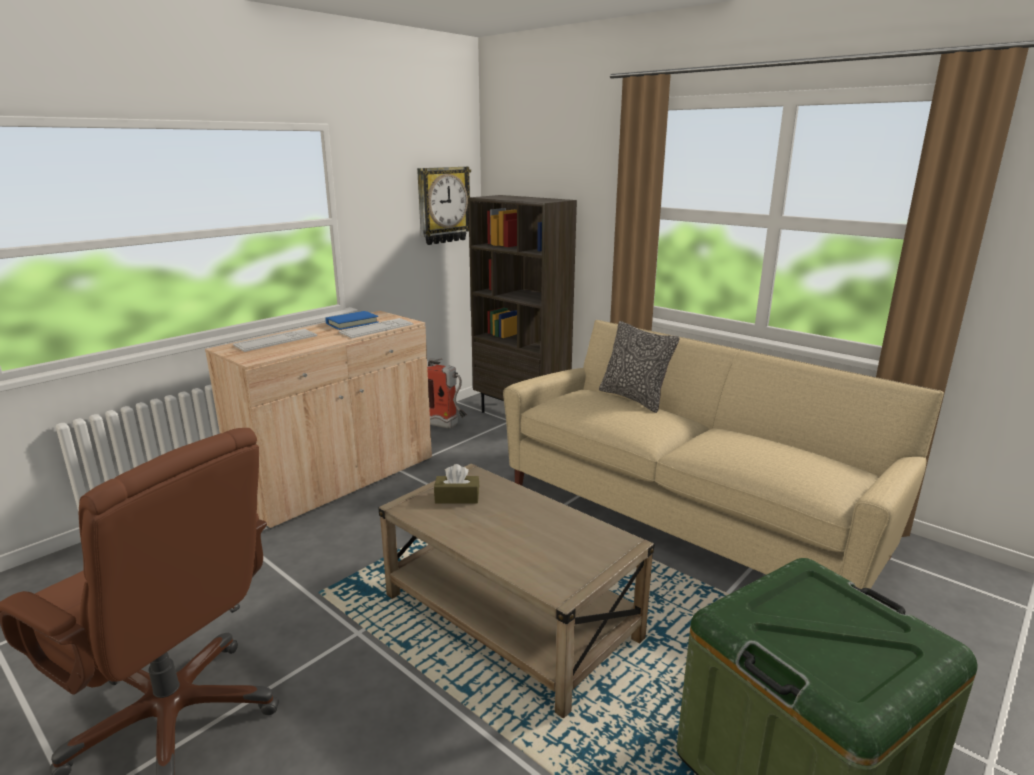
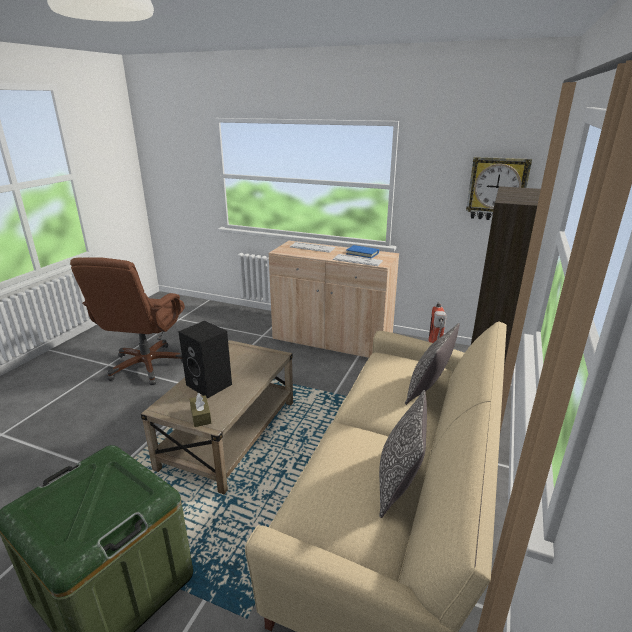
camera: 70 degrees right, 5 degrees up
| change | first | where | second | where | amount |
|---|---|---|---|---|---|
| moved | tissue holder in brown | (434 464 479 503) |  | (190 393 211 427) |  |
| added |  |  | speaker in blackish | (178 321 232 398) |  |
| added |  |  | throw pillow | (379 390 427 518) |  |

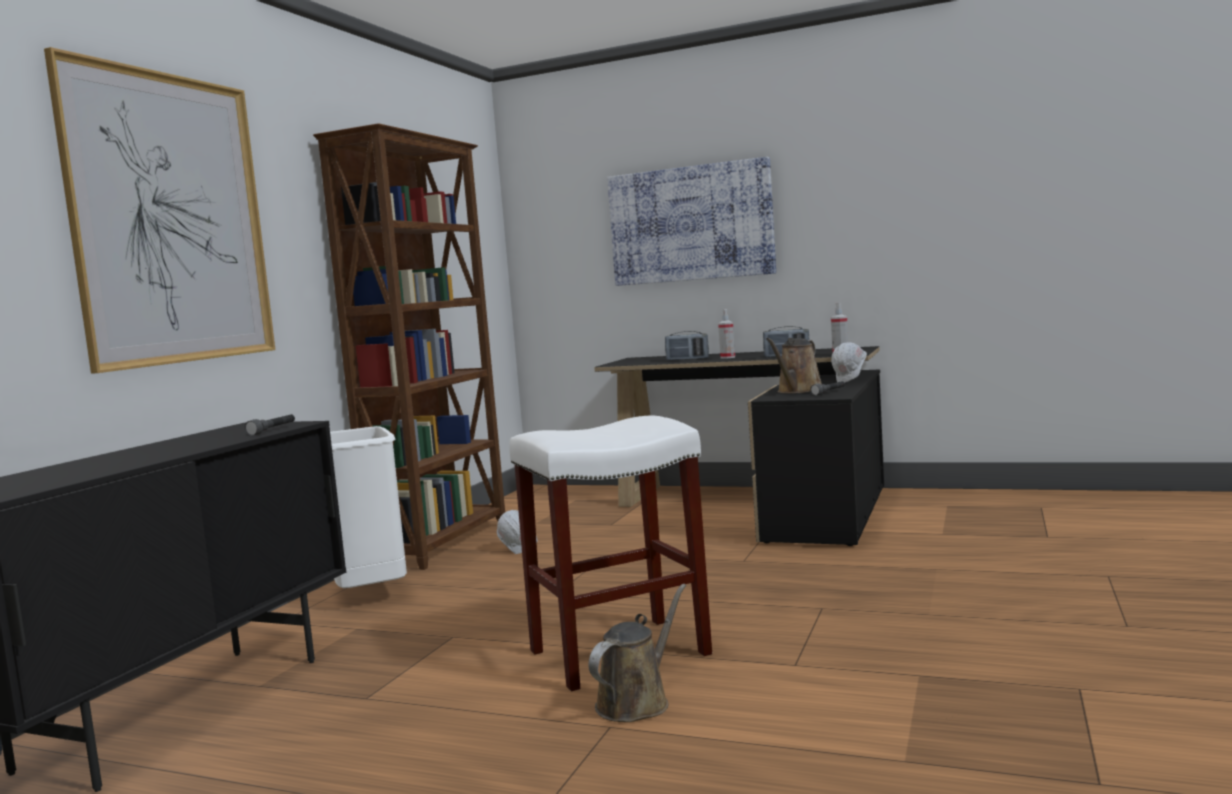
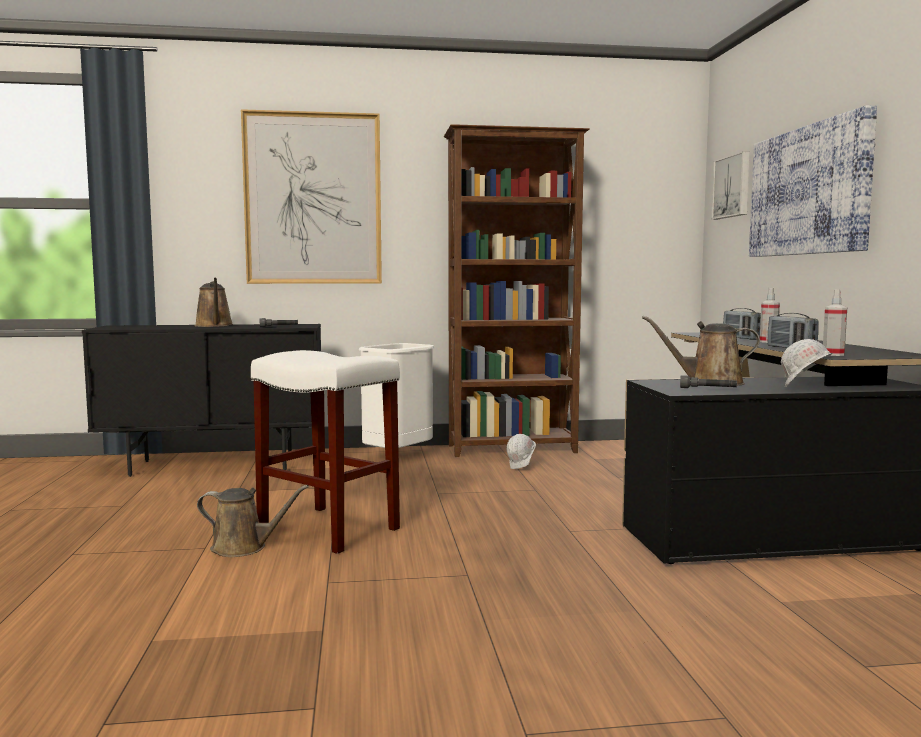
camera: 60 degrees right, 0 degrees up
| change | first | where | second | where | amount |
|---|---|---|---|---|---|
| added |  |  | sprinkling can in brown | (195 278 233 327) |  |
| added |  |  | wall art | (711 151 750 219) |  |

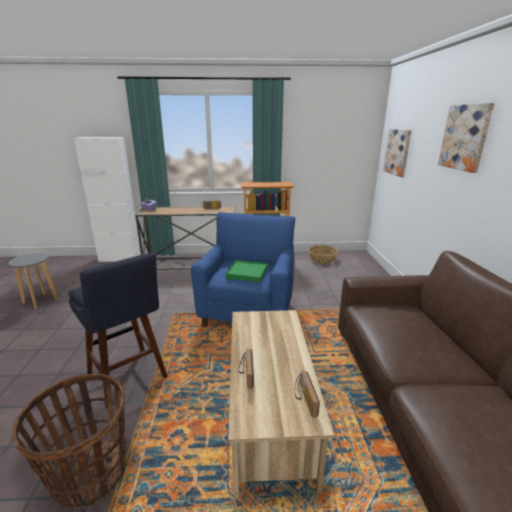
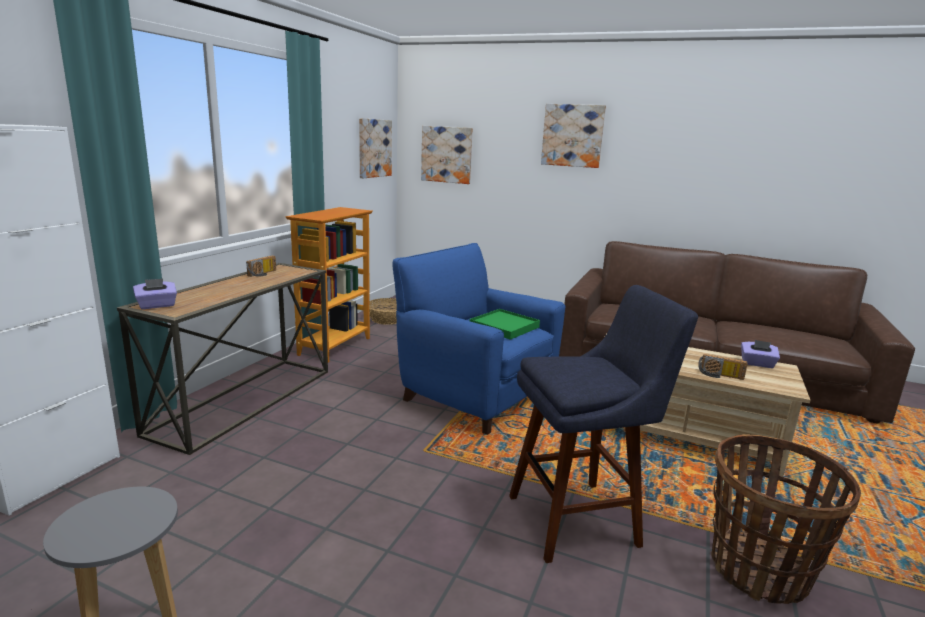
camera: 65 degrees left, 5 degrees down
| change | first | where | second | where | amount |
|---|---|---|---|---|---|
| replaced | radio receiver | (295 371 320 418) | tissue holder in purple-coloured | (741 340 780 368) |  |
| added |  |  | wall art | (359 118 392 178) |  |

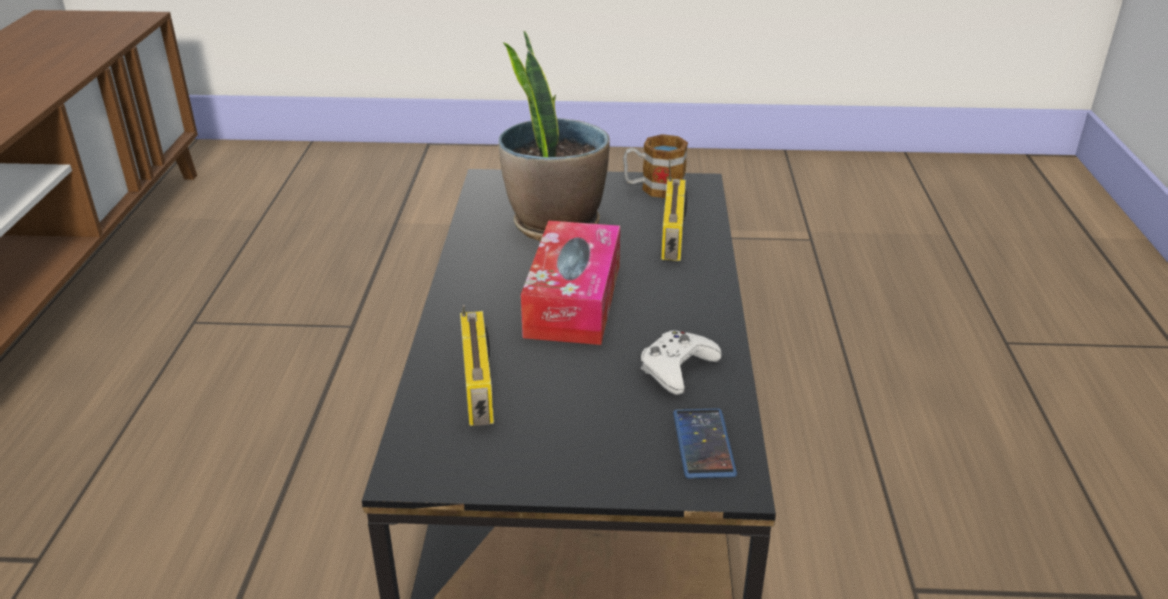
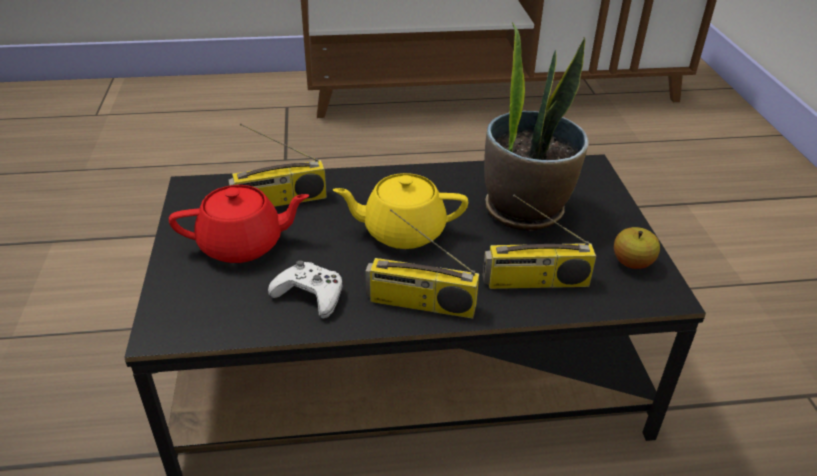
camera: 80 degrees right, 5 degrees up
| change | first | where | second | where | amount |
|---|---|---|---|---|---|
| replaced | tissue holder | (521 220 620 345) | teapot in yellow-coloured | (333 173 468 249) |  |
| replaced | coffee mug | (623 134 688 198) | whole apple | (614 227 660 269) |  |
| removed | phone | (673 408 737 478) |  |  |  |
| added |  |  | teapot in red | (169 185 309 263) |  |
| added |  |  | radio receiver | (365 209 479 318) |  |

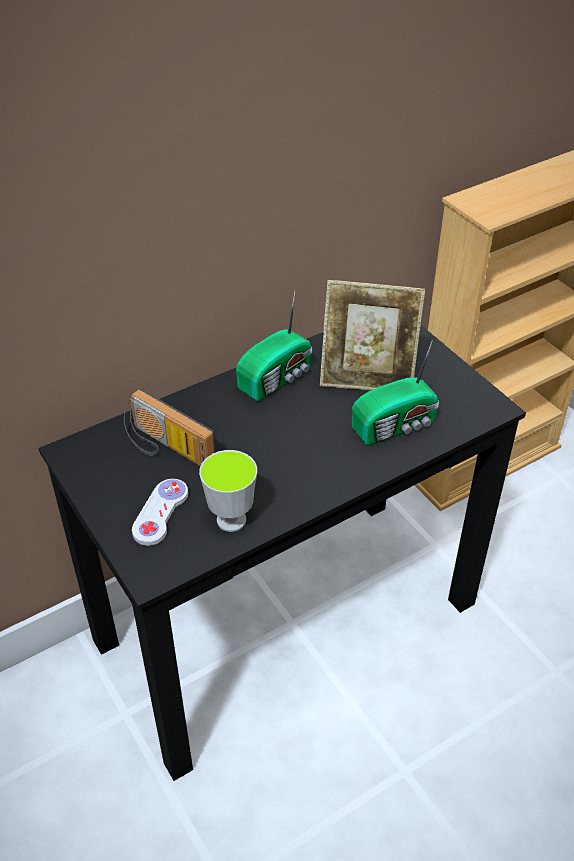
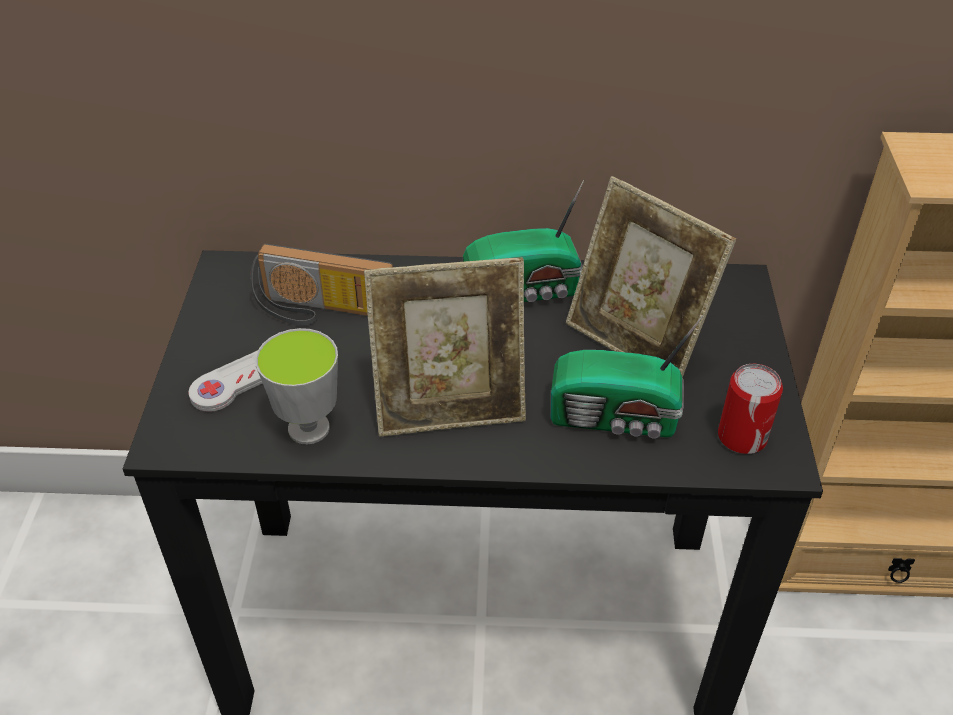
camera: 35 degrees right, 0 degrees up
| change | first | where | second | where | amount |
|---|---|---|---|---|---|
| turned | radio receiver | (124 389 215 466) |  | (250 244 394 326) | 60 degrees counterclockwise |
| added |  |  | picture frame | (364 257 526 437) |  |
| added |  |  | can | (718 364 783 454) |  |

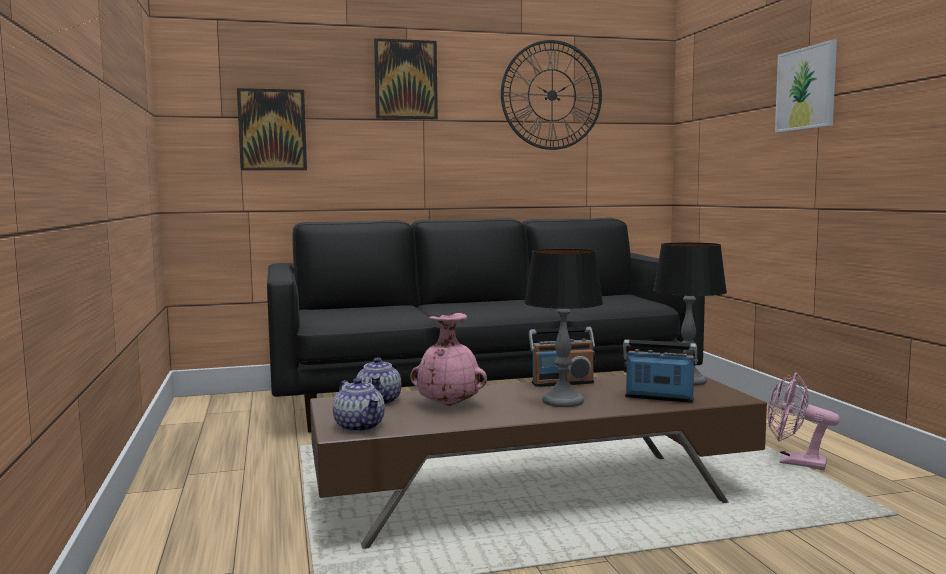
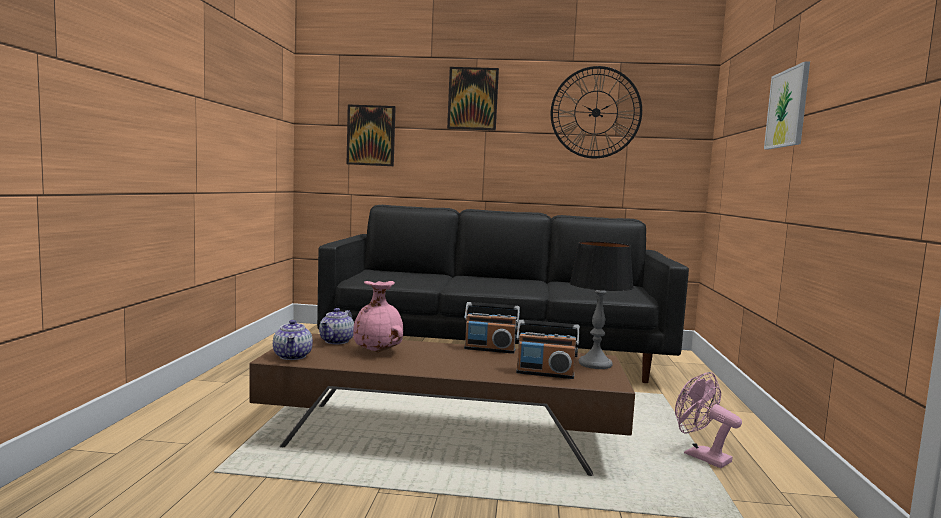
camera: 20 degrees right, 0 degrees up
| change | first | where | second | where | amount |
|---|---|---|---|---|---|
| removed | table lamp | (524 249 603 407) |  |  |  |
| turned | radio receiver | (623 339 698 403) |  | (516 320 580 379) | 150 degrees clockwise |

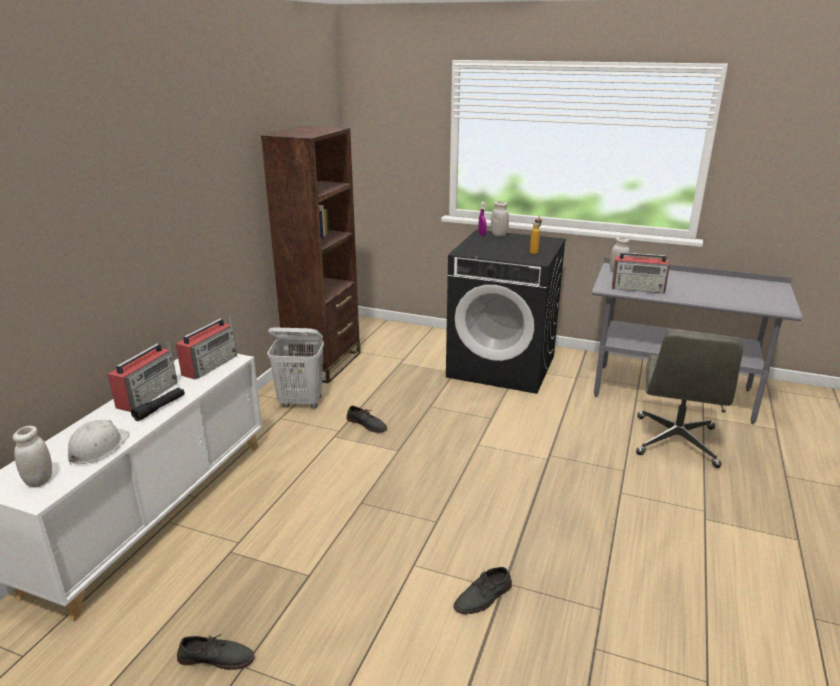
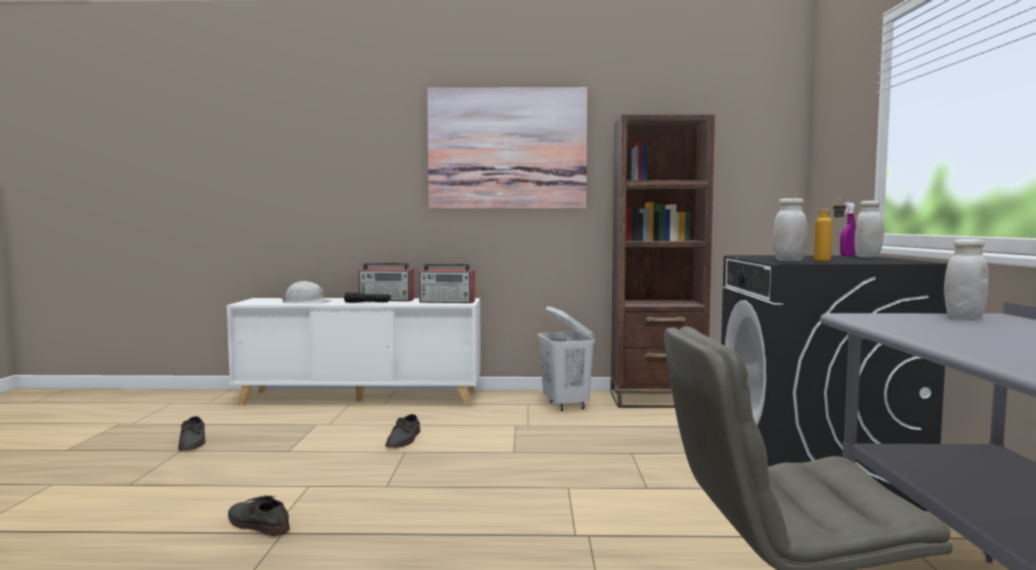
camera: 70 degrees right, 20 degrees down
| change | first | where | second | where | amount |
|---|---|---|---|---|---|
| moved | storage jar in white | (13 426 52 487) |  | (772 198 808 261) |  |
| moved | item of footwear in gray | (346 406 387 433) |  | (385 414 421 448) |  |
| removed | radio receiver | (612 252 670 294) |  |  |  |
| added |  |  | wall art | (427 87 587 209) |  |

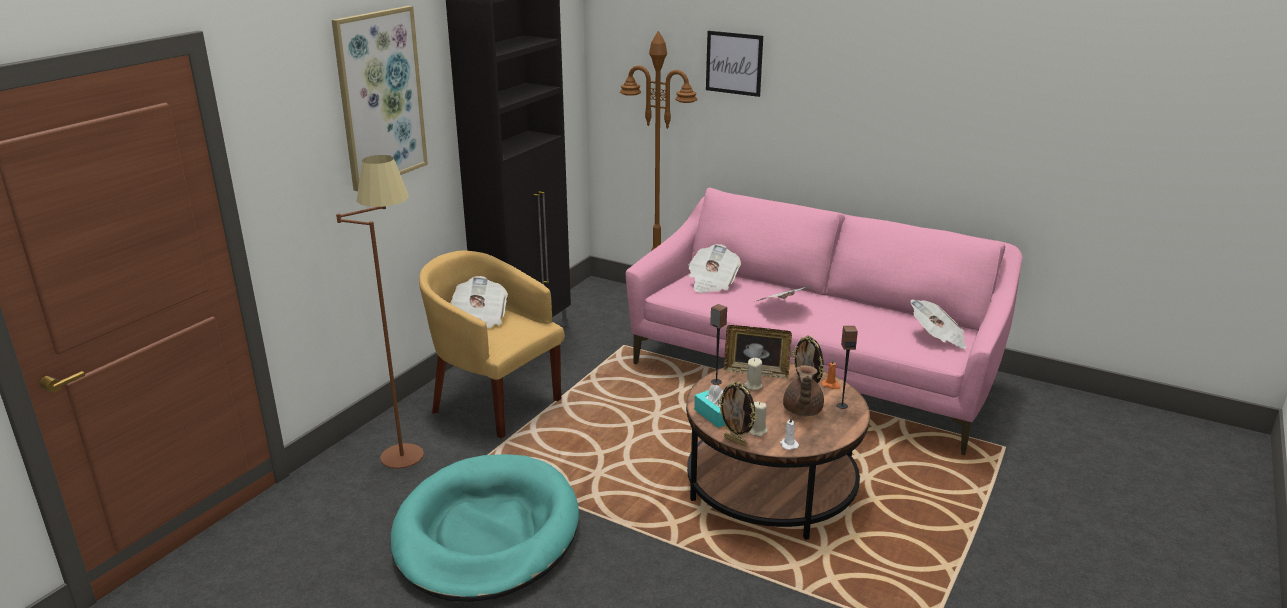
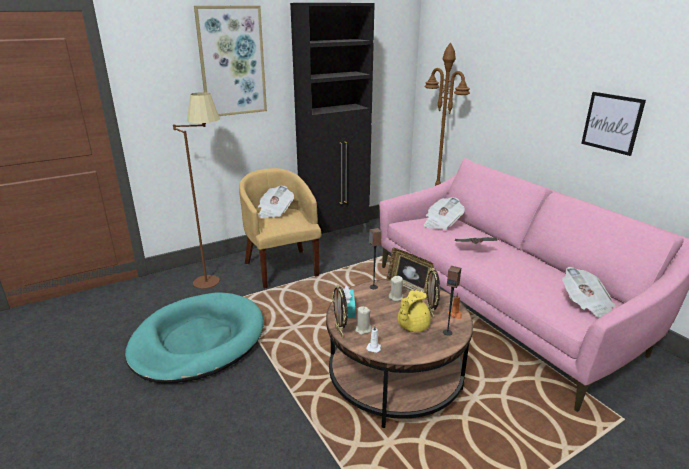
camera: 30 degrees right, 0 degrees up
| change | first | where | second | where | amount |
|---|---|---|---|---|---|
| moved | wall art | (706 31 763 97) |  | (581 92 646 156) |  |
| recoloured | teapot in brown | (783 365 824 416) | teapot in yellow-coloured | (397 290 431 332) |  |

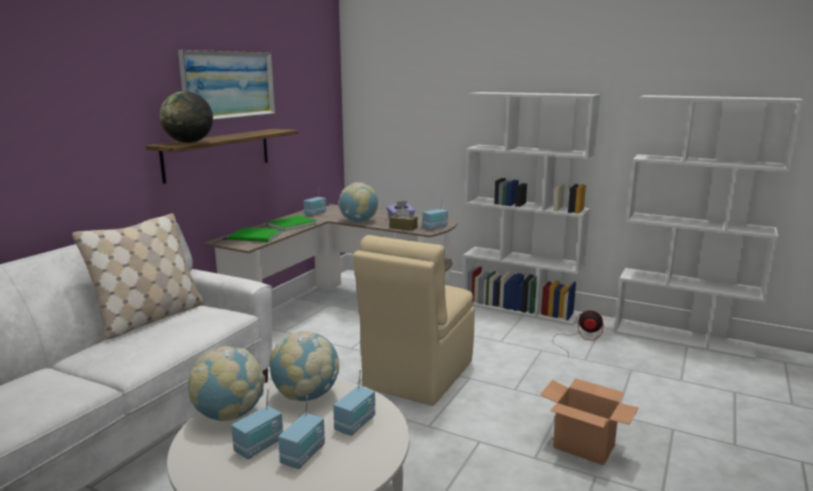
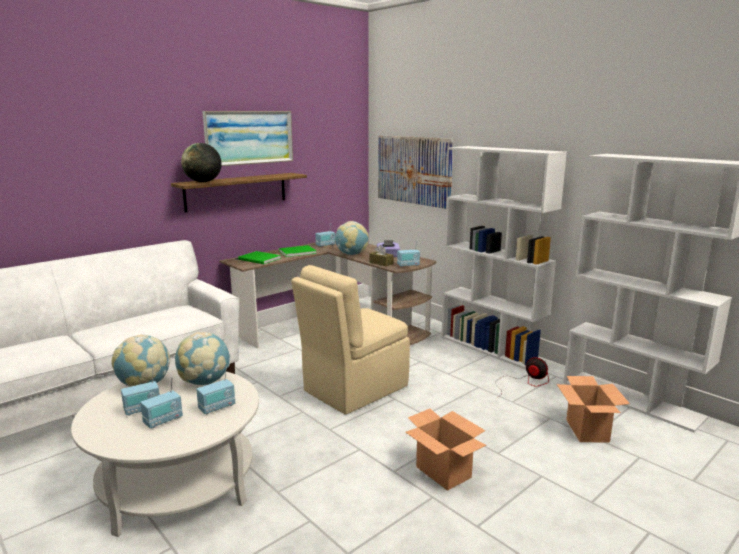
camera: 20 degrees right, 0 degrees up
| change | first | where | second | where | amount |
|---|---|---|---|---|---|
| removed | throw pillow in beige-coloured | (72 213 204 339) |  |  |  |
| added |  |  | wall art | (378 135 454 209) |  |
| added |  |  | packing box | (557 376 630 443) |  |

